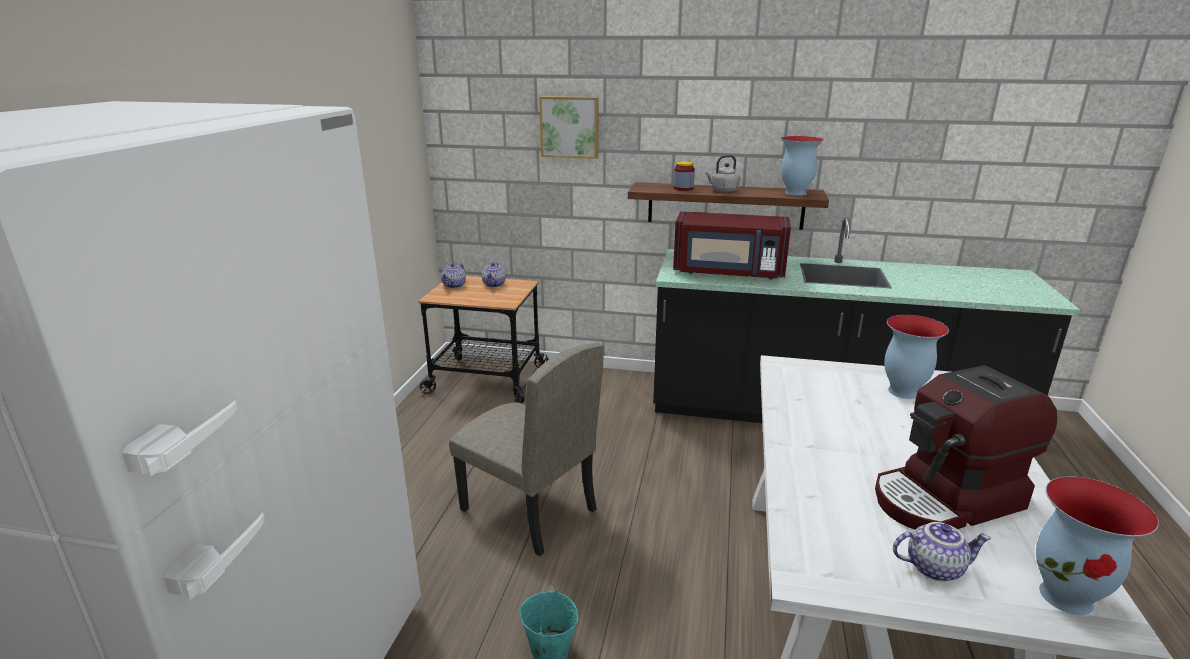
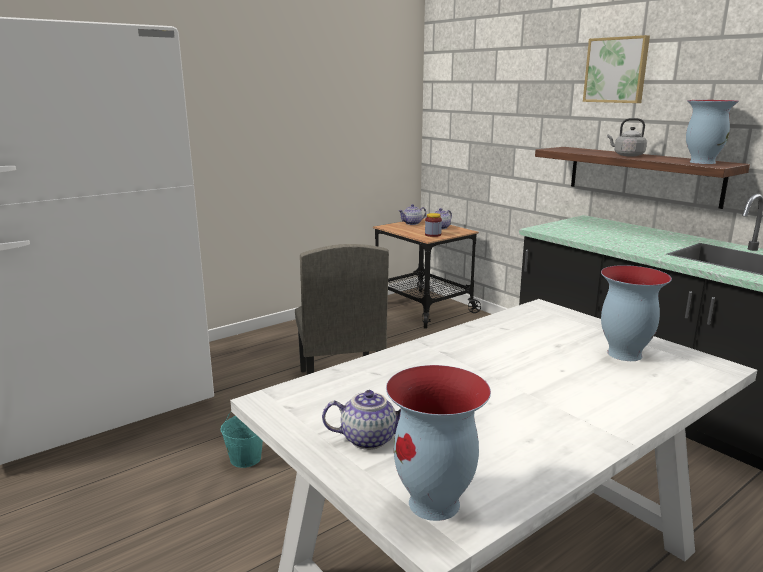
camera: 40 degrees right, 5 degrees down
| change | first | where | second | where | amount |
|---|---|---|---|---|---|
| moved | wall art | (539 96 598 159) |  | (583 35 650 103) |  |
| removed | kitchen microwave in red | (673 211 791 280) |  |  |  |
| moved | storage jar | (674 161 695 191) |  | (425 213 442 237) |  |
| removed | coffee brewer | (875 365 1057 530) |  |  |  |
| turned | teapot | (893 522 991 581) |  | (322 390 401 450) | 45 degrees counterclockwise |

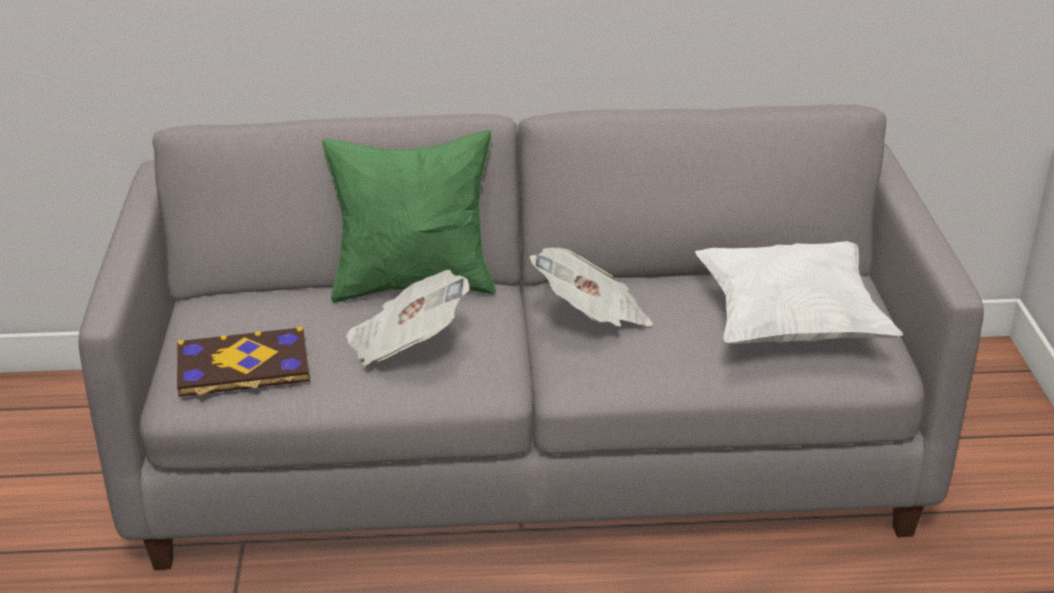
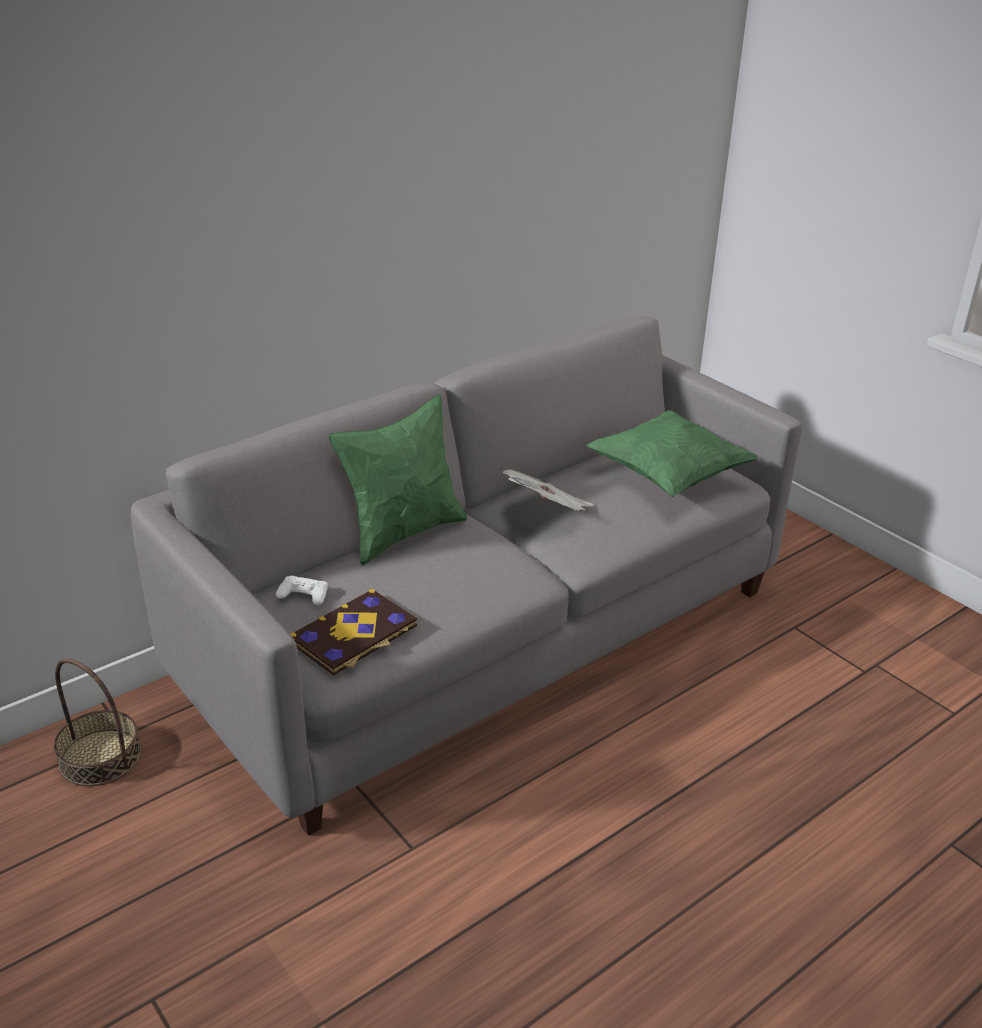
camera: 35 degrees left, 0 degrees up
| change | first | where | second | where | amount |
|---|---|---|---|---|---|
| removed | newspaper | (346 270 470 366) |  |  |  |
| recoloured | throw pillow in white | (695 241 903 344) | throw pillow in green-coloured | (586 410 758 497) |  |
| added |  |  | basket | (54 658 141 786) |  |
| added |  |  | joypad in white | (276 576 328 605) |  |

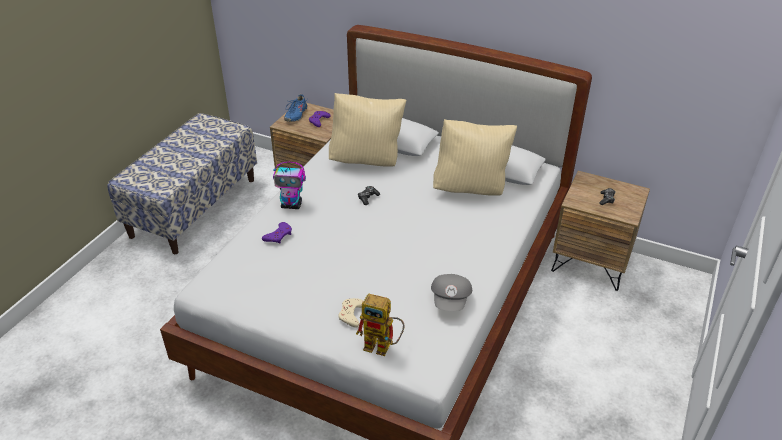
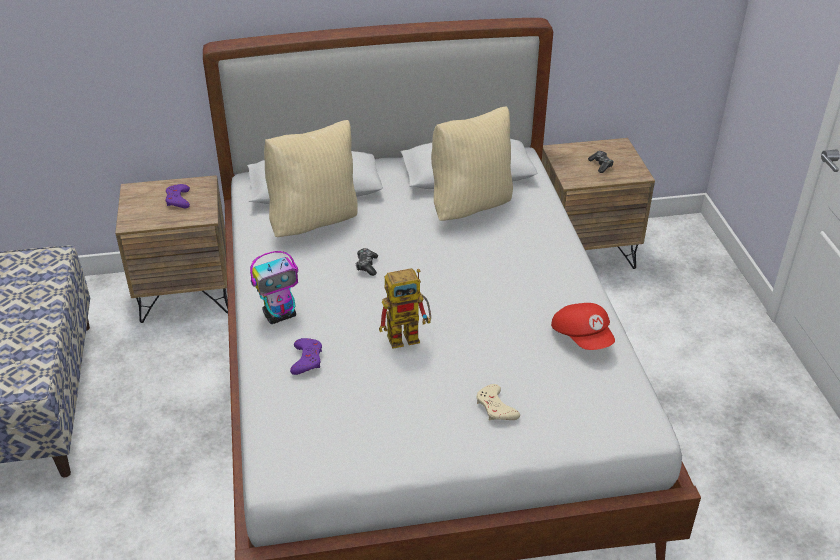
camera: 35 degrees left, 0 degrees up
| change | first | where | second | where | amount |
|---|---|---|---|---|---|
| removed | item of footwear in blue-coloured | (284 94 307 122) |  |  |  |
| moved | model robot | (356 294 404 356) |  | (379 268 431 349) |  |
| recoloured | cap in gray | (431 274 472 311) | cap in red | (551 303 615 350) |  |

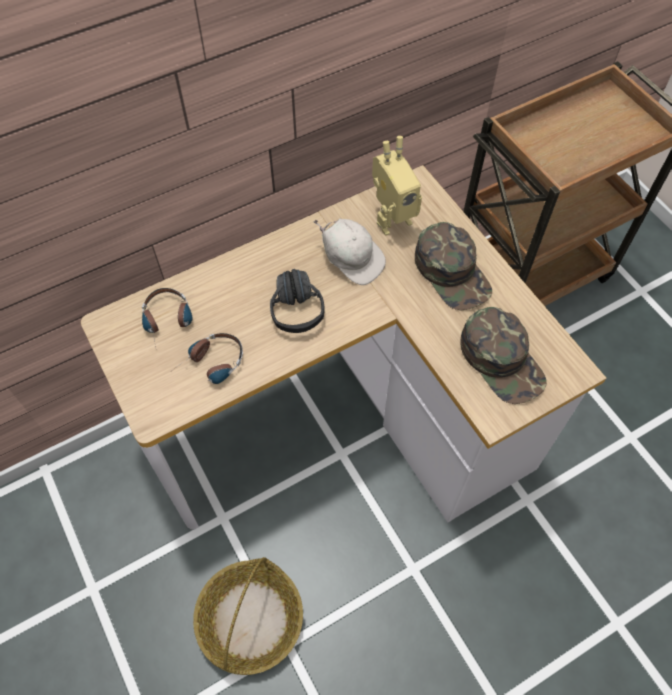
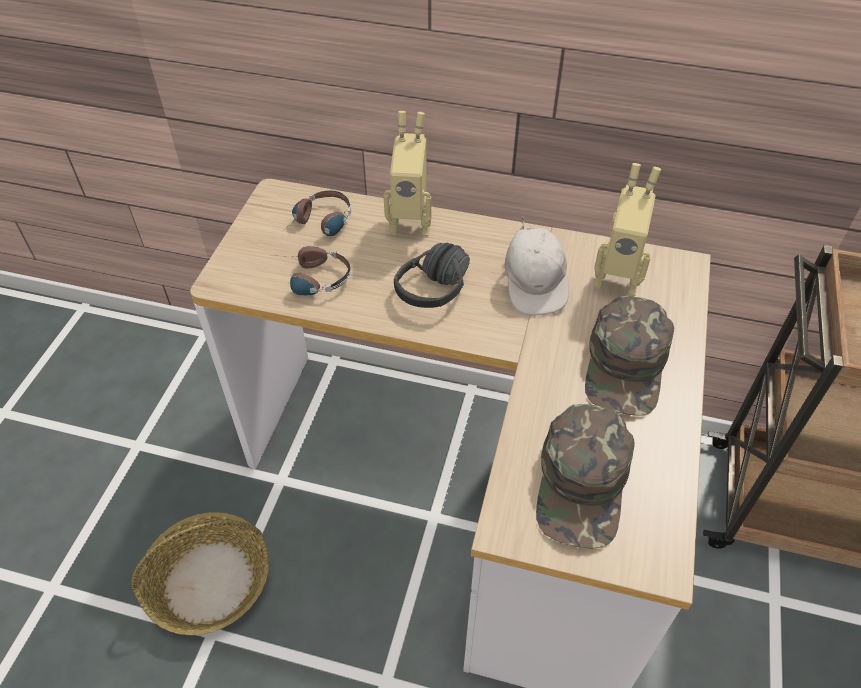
camera: 45 degrees right, 10 degrees down
| change | first | where | second | where | amount |
|---|---|---|---|---|---|
| added |  |  | model robot | (383 111 432 237) |  |

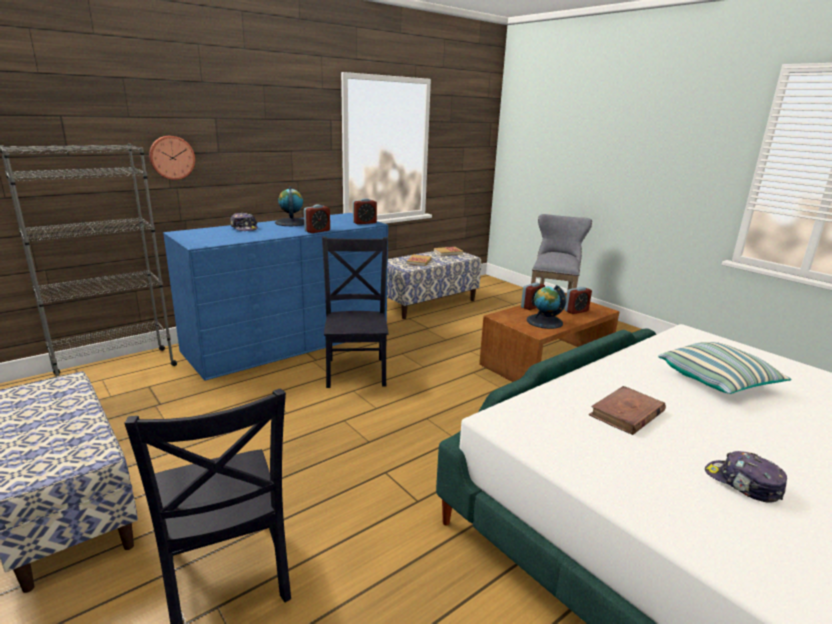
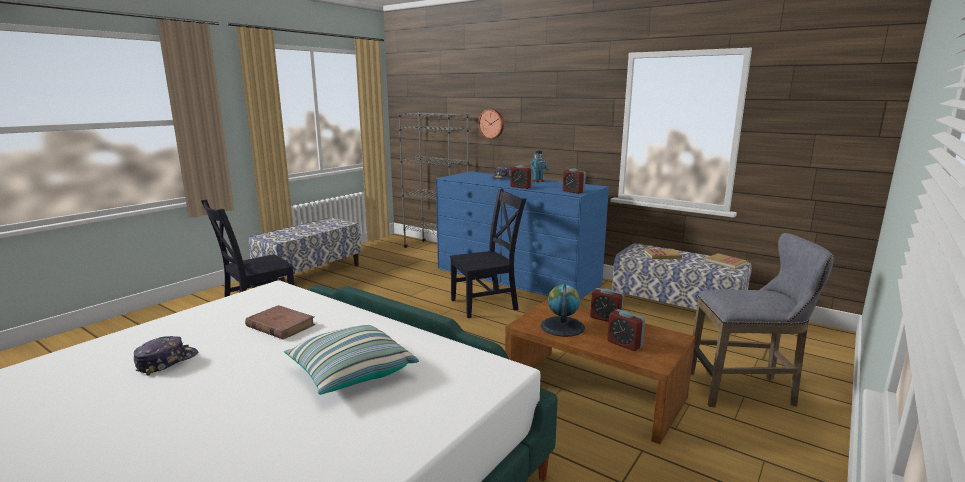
camera: 75 degrees right, 5 degrees down
| change | first | where | second | where | amount |
|---|---|---|---|---|---|
| replaced | desk globe | (275 187 304 226) | model robot | (530 150 549 182) |  |

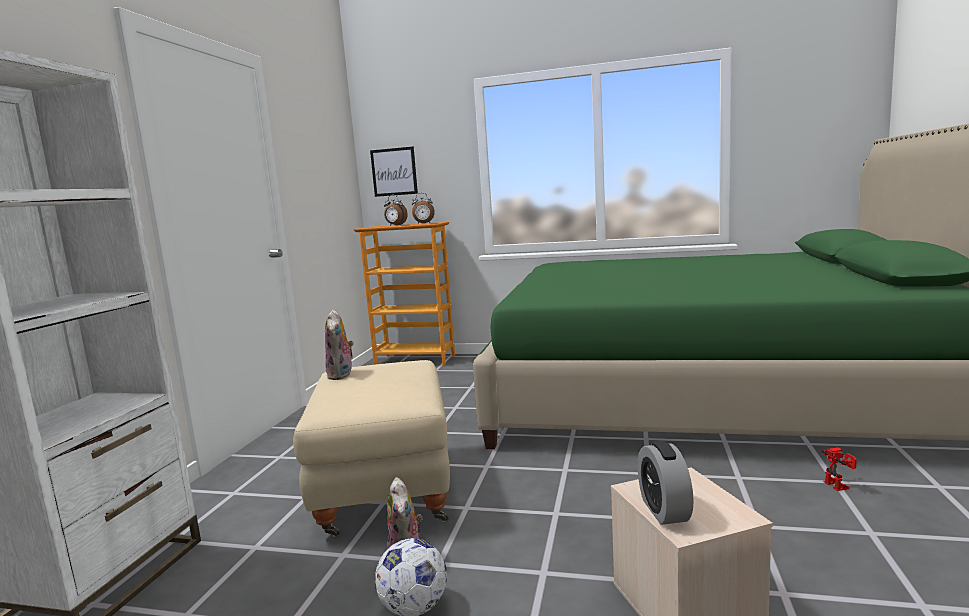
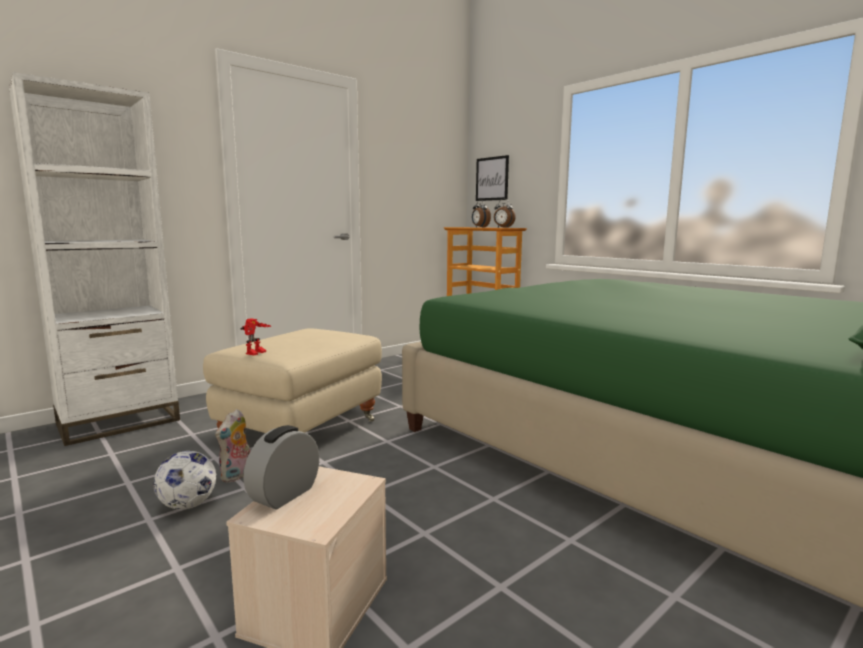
camera: 35 degrees right, 0 degrees up
| change | first | where | second | where | amount |
|---|---|---|---|---|---|
| removed | cuddly toy | (325 309 354 380) |  |  |  |
| moved | model robot | (822 447 857 491) |  | (240 318 271 355) |  |

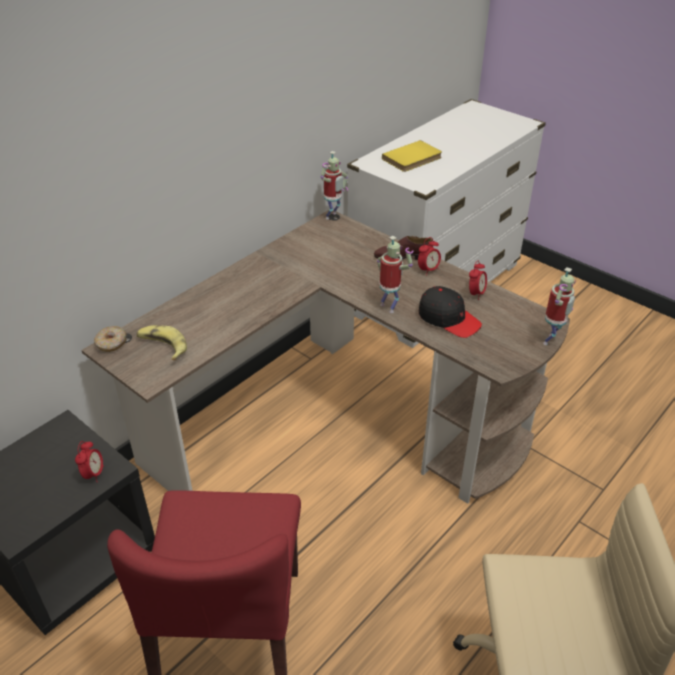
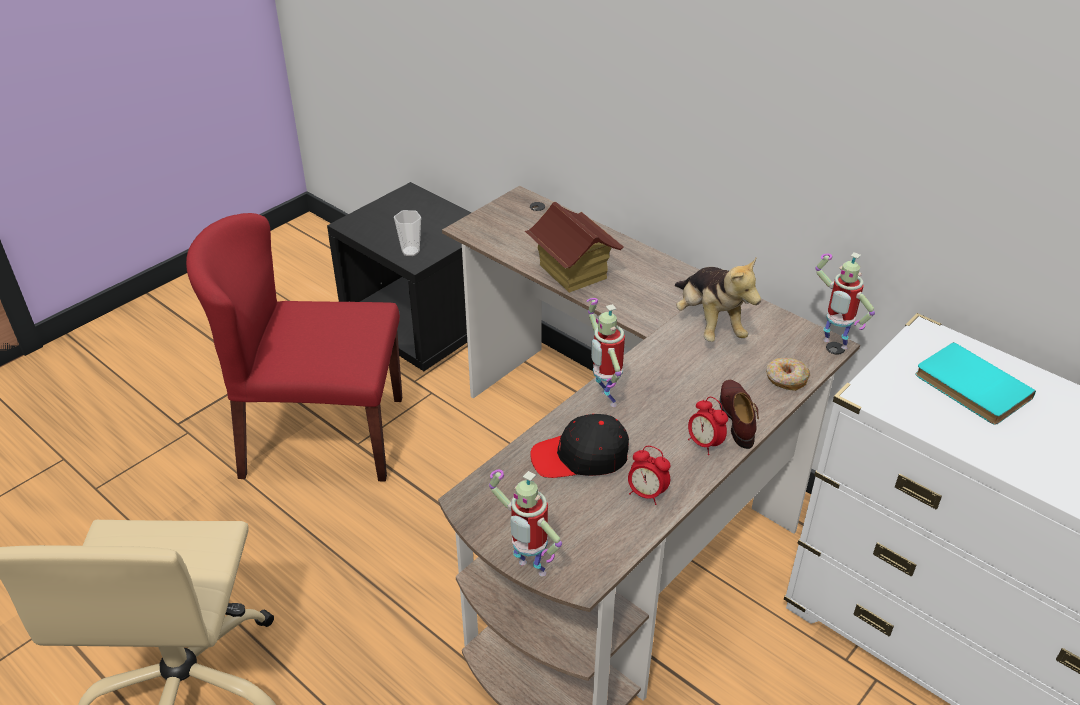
camera: 90 degrees right, 0 degrees up
| change | first | where | second | where | amount |
|---|---|---|---|---|---|
| replaced | table clock | (75 441 104 482) | cup | (394 210 421 256) |  |
| moved | donut | (94 326 126 352) |  | (766 358 810 391) |  |
| removed | banana | (137 325 187 360) |  |  |  |
| turned | model robot | (377 236 413 313) |  | (586 298 625 407) | 105 degrees clockwise |
| recoloured | volume in yellow-coloured | (382 140 442 172) | volume in blue-green | (915 342 1036 425) |  |
| turned | cap in blackish | (419 286 482 338) |  | (530 414 629 478) | 45 degrees clockwise |
| added |  |  | miniature house | (525 202 623 293) |  |
| added |  |  | cuddly toy | (675 258 761 342) |  |

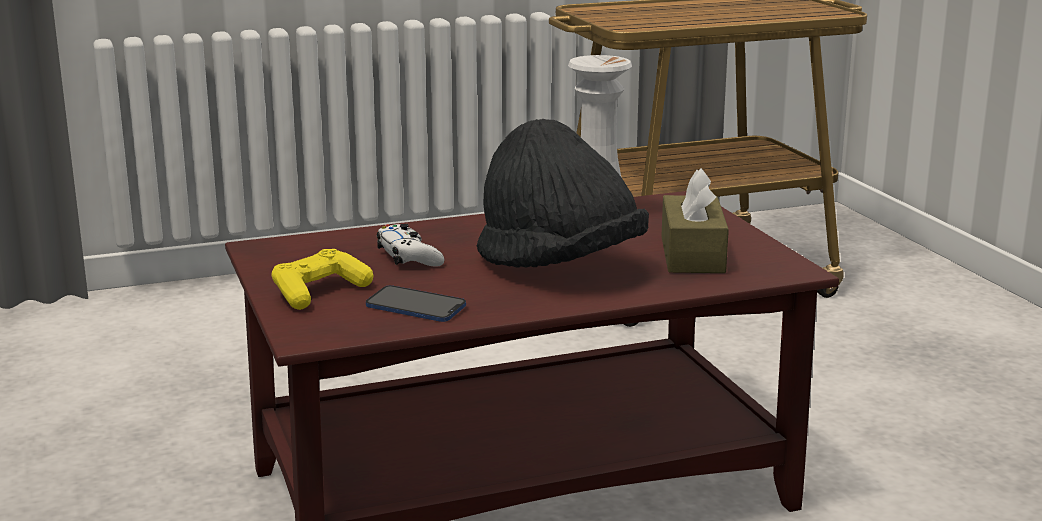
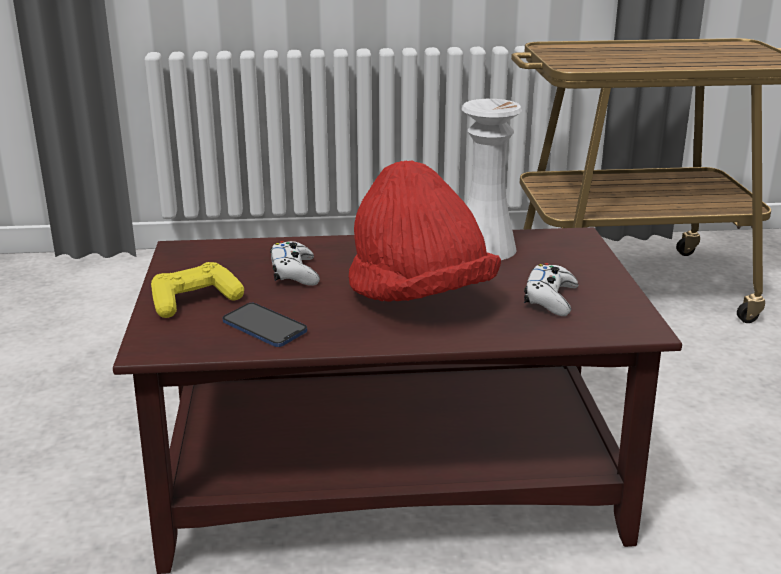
camera: 15 degrees right, 5 degrees up
| change | first | where | second | where | amount |
|---|---|---|---|---|---|
| recoloured | clothing hat in blackish | (477 119 649 268) | clothing hat in red | (349 160 501 302) |  |
| replaced | tissue holder in brown | (661 168 729 273) | joypad in white | (524 263 578 316) |  |

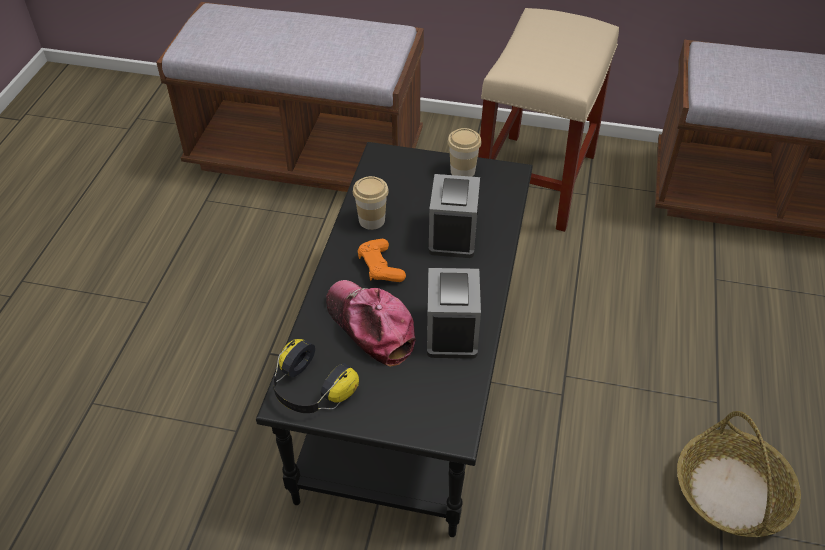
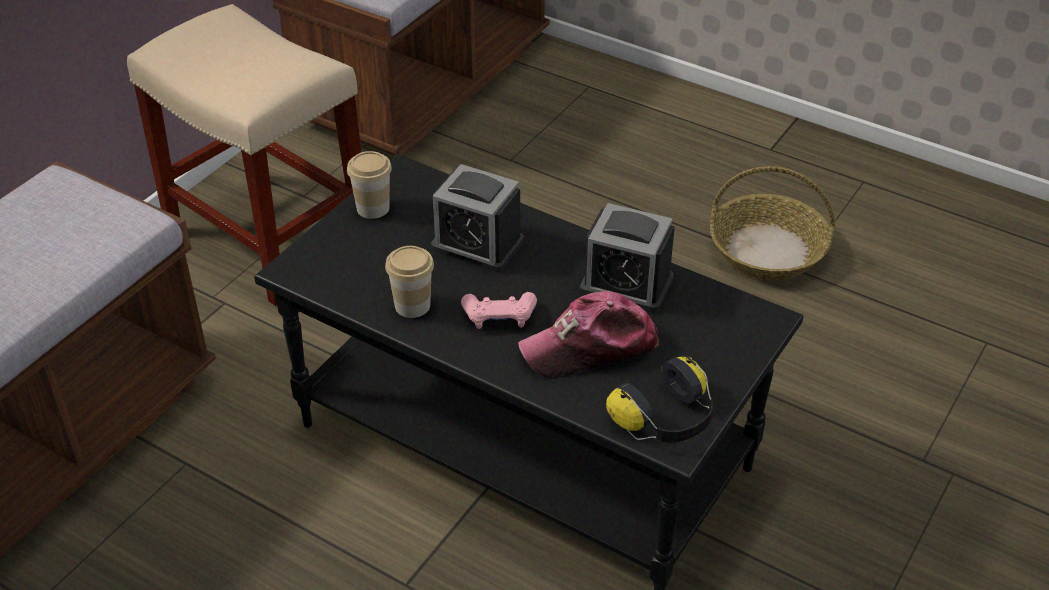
camera: 70 degrees left, 5 degrees down
| change | first | where | second | where | amount |
|---|---|---|---|---|---|
| recoloured | joypad in orange | (358 239 406 282) | joypad in pinkish | (461 292 537 329) |  |

